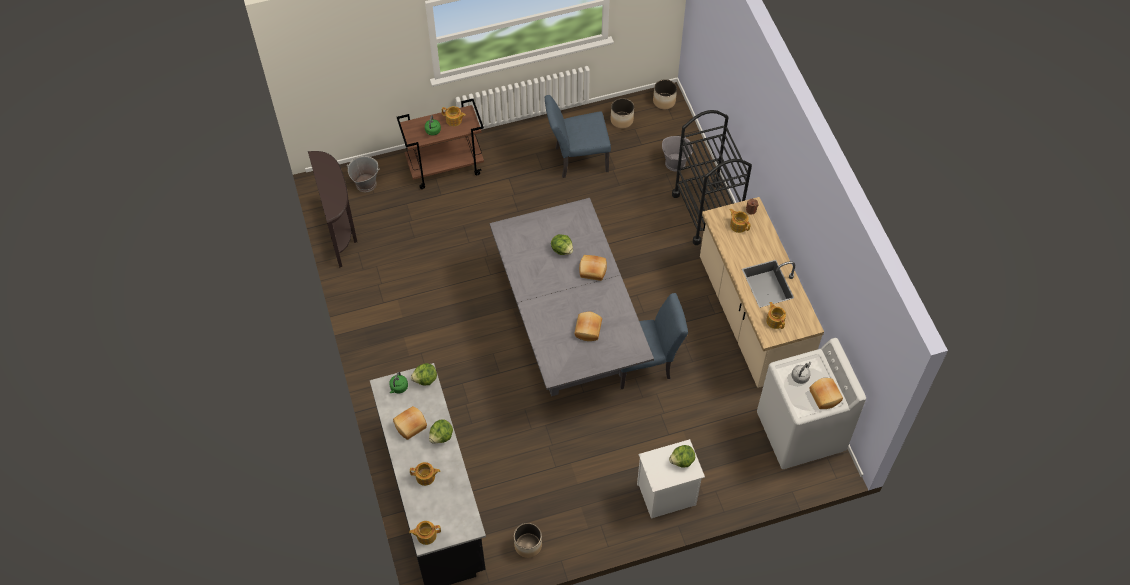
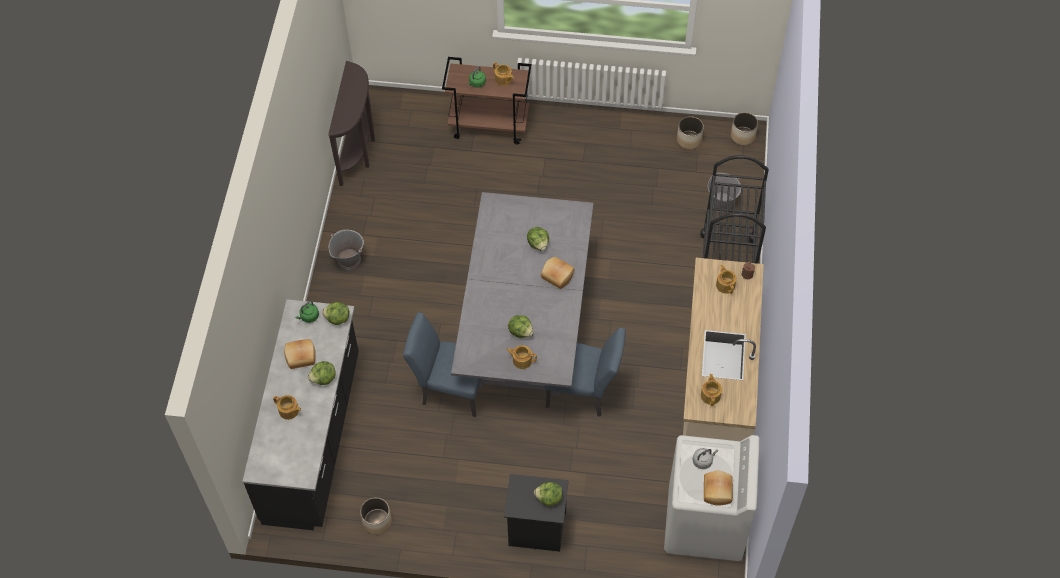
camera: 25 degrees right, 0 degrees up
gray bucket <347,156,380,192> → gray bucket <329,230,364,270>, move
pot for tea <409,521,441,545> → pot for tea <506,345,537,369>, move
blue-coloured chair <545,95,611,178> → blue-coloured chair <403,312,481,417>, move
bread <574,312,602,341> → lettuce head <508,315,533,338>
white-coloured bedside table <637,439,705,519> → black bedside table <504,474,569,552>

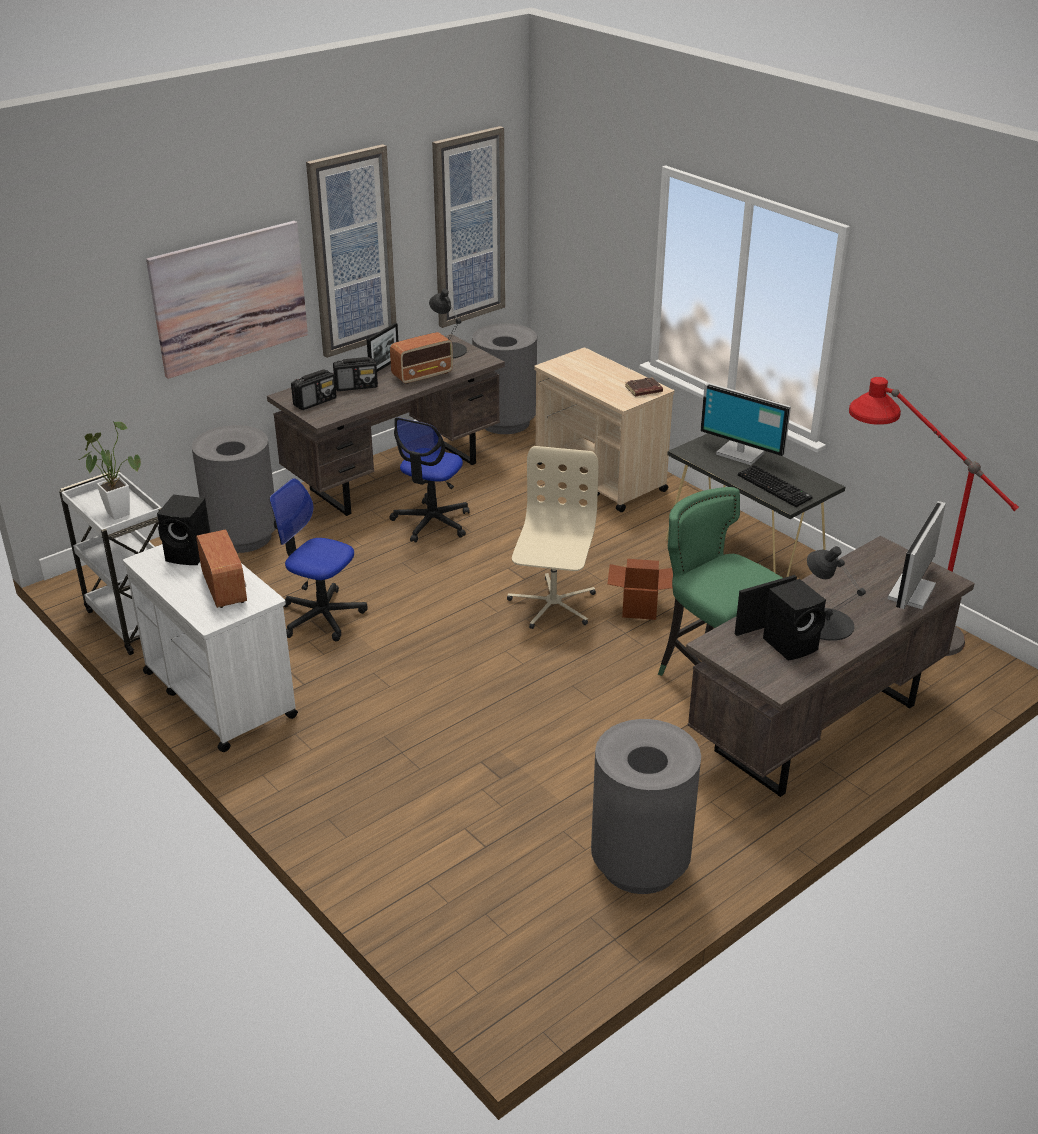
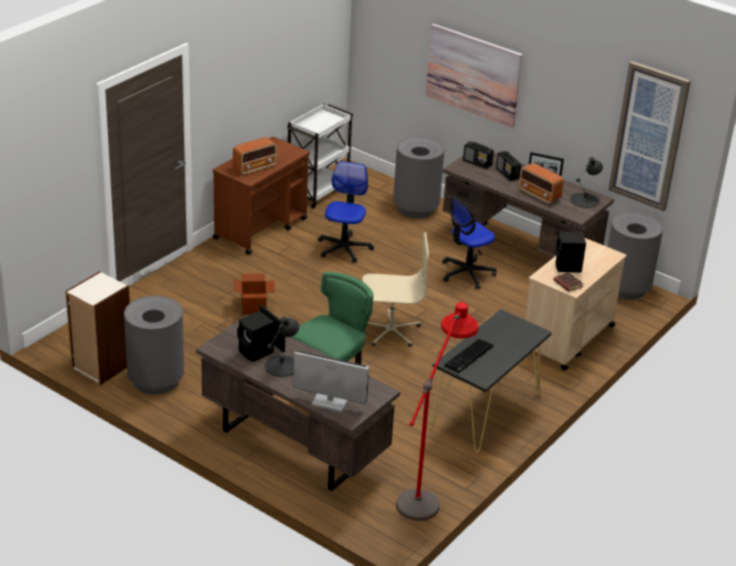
camera: 75 degrees right, 0 degrees up
houseplant <78,422,141,520> → -
white-coloured wheeled cart <123,544,298,752> → brownish wheeled cart <213,136,310,255>
black loudspeaker <157,495,210,565> → black loudspeaker <556,231,586,273>, move
picture <306,144,396,358> → -
office chair <389,417,470,543> → office chair <442,196,496,289>, 45 degrees counterclockwise
cardboard box <607,559,673,620> → cardboard box <234,274,275,314>, move
computer display <700,382,791,465> → -
- → bookcase <65,271,130,385>

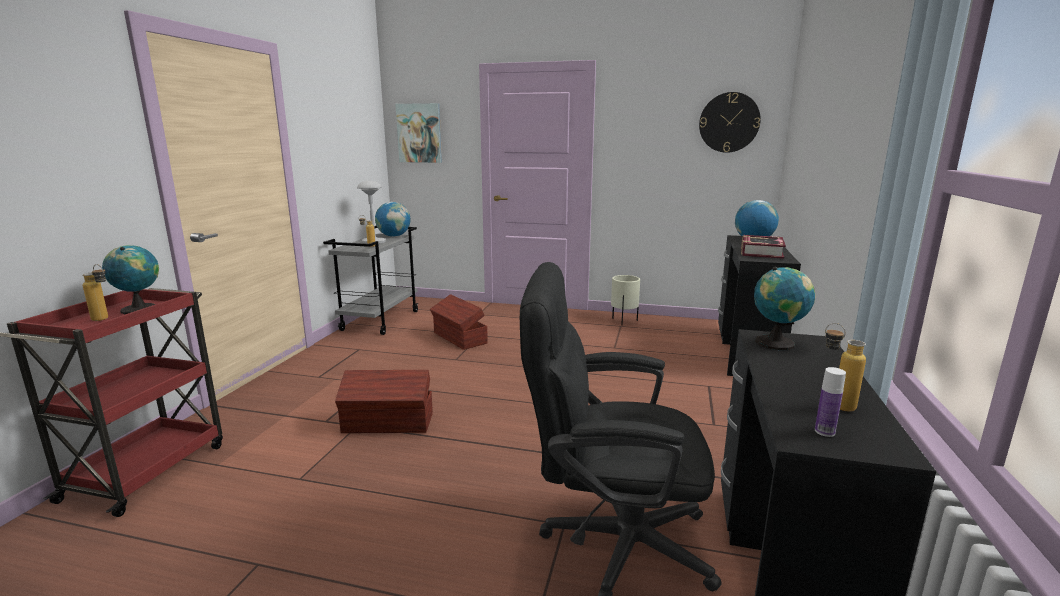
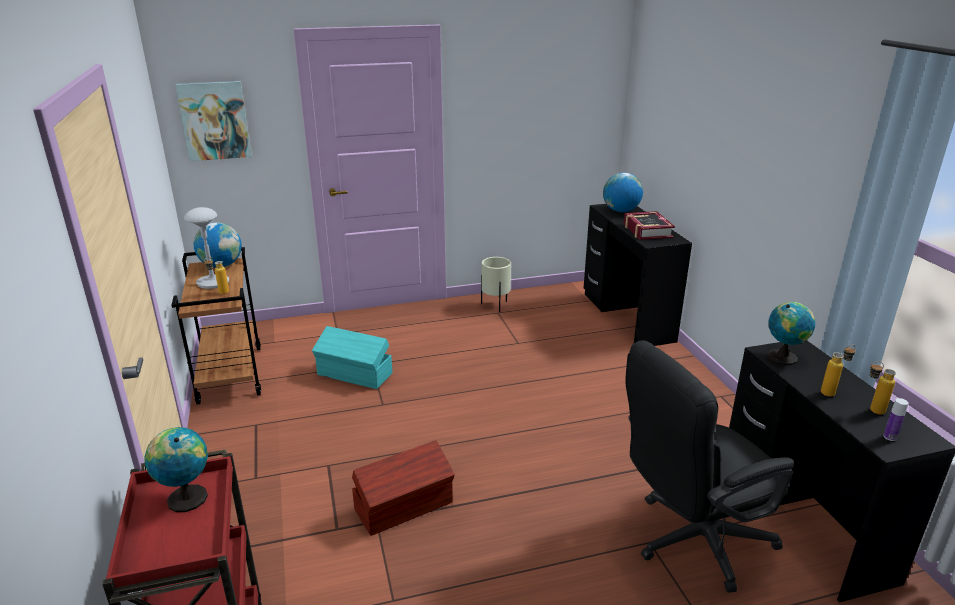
camera: 30 degrees left, 10 degrees up
bottle <82,264,108,321> → bottle <821,344,855,397>, move
gray wheeled cart <323,226,419,335> → brownish wheeled cart <171,247,261,405>
brownish storage box <430,294,488,350> → turquoise storage box <312,326,392,389>
wall clock <699,92,761,153> → -

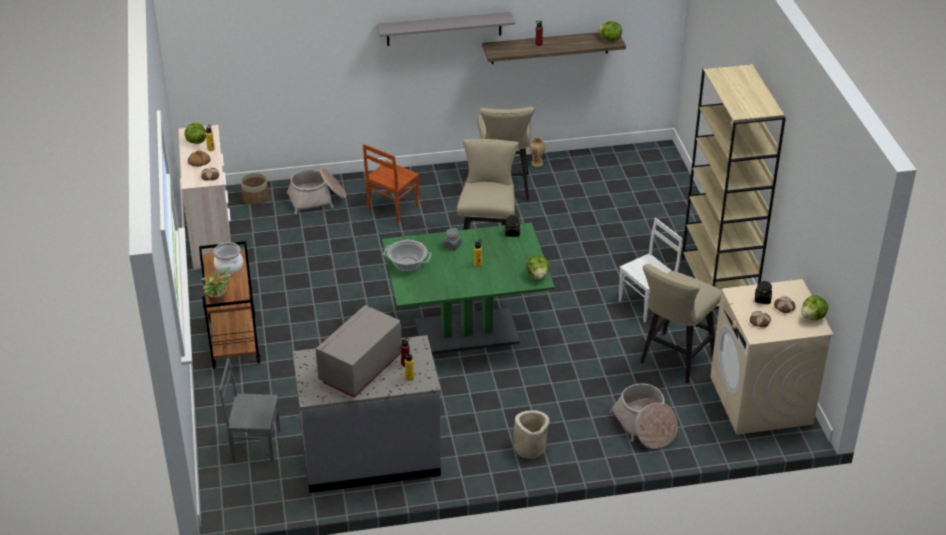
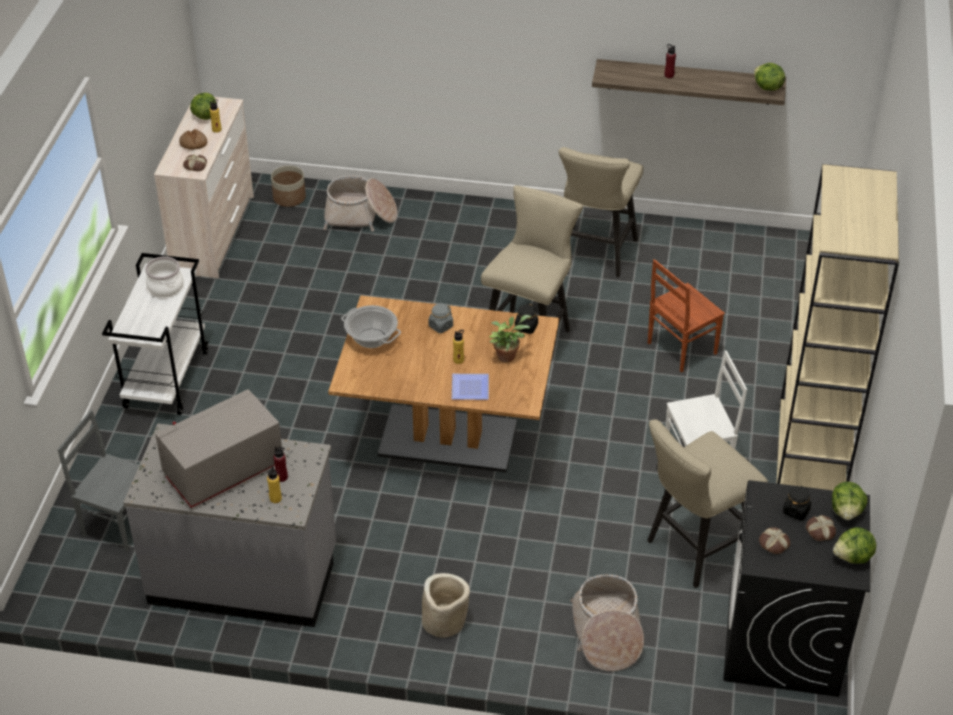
camera: 20 degrees right, 5 degrees up
brownish wheeled cart <199,241,260,369> → white-coloured wheeled cart <102,253,208,415>
houseplant <201,267,232,307> → houseplant <489,315,531,362>, move
brownish chair <363,144,419,223> → brownish chair <648,259,725,373>, move
gray wall shelf <377,12,515,46> → -
green dinner table <382,222,555,354> → brownish dinner table <328,295,559,472>
lettuce head <527,255,550,279> → lettuce head <832,482,868,520>, move
vase <529,136,545,167> → -
sand-coloured laundry machine <710,279,834,435> → black laundry machine <723,480,870,697>
- → plate <452,374,489,400>

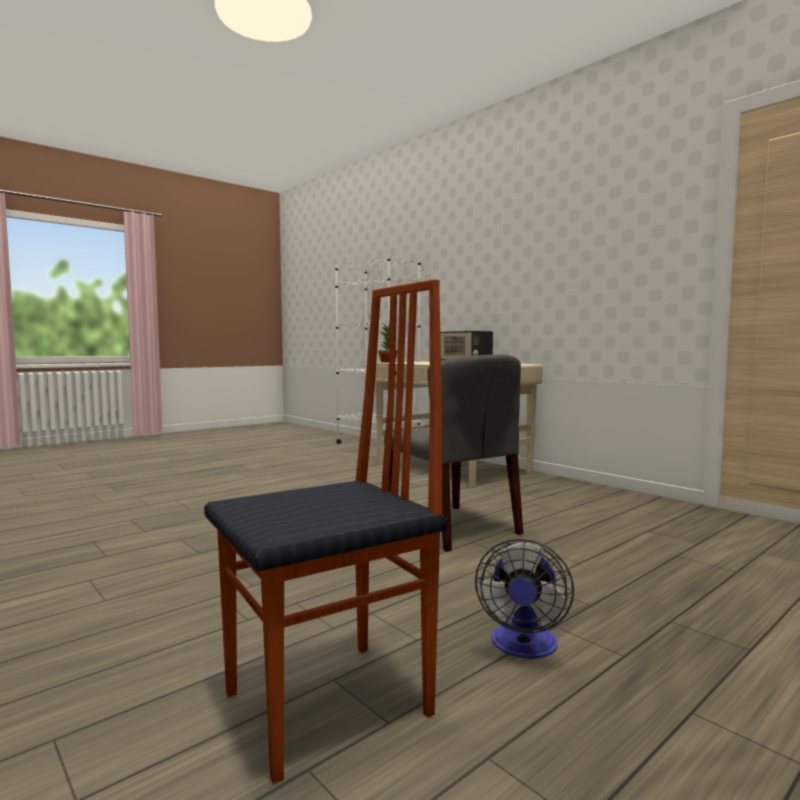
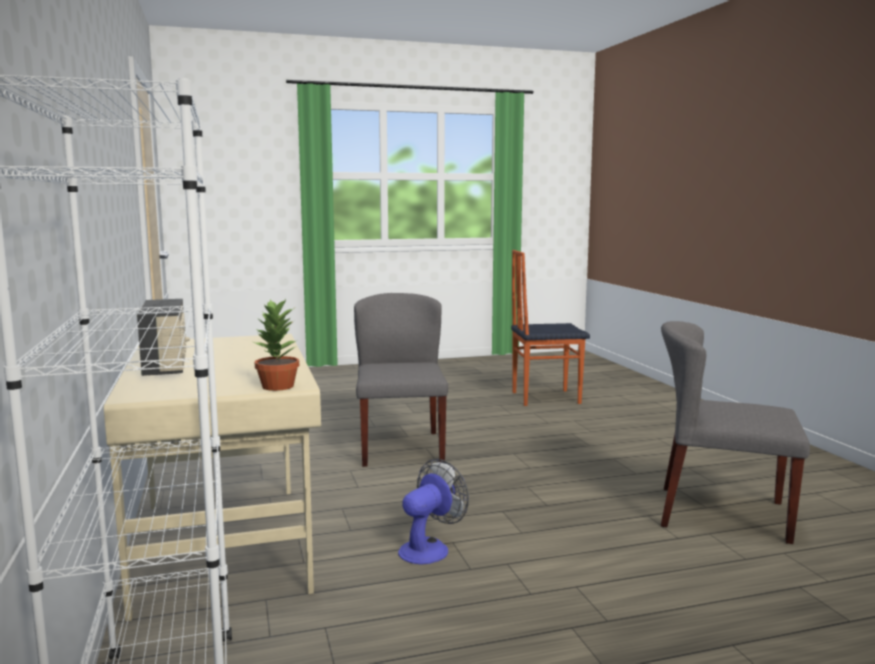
camera: 155 degrees left, 5 degrees up
cooling fan <475,539,574,659> → cooling fan <398,459,469,565>, move
- → gray chair <661,321,810,544>

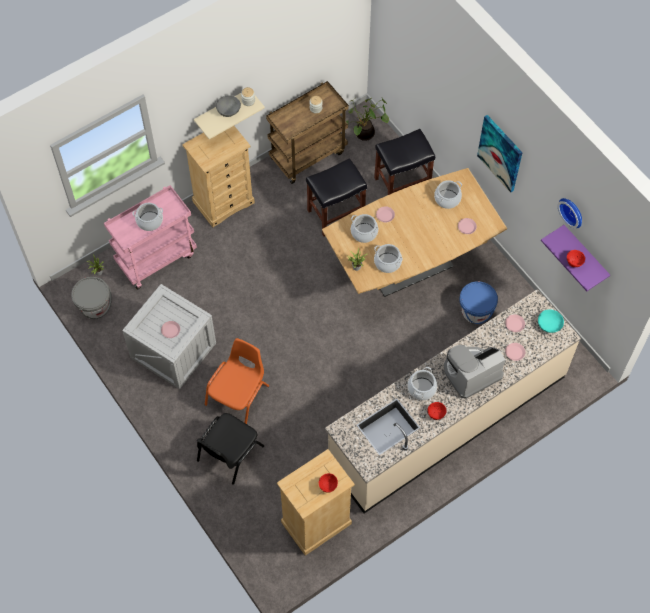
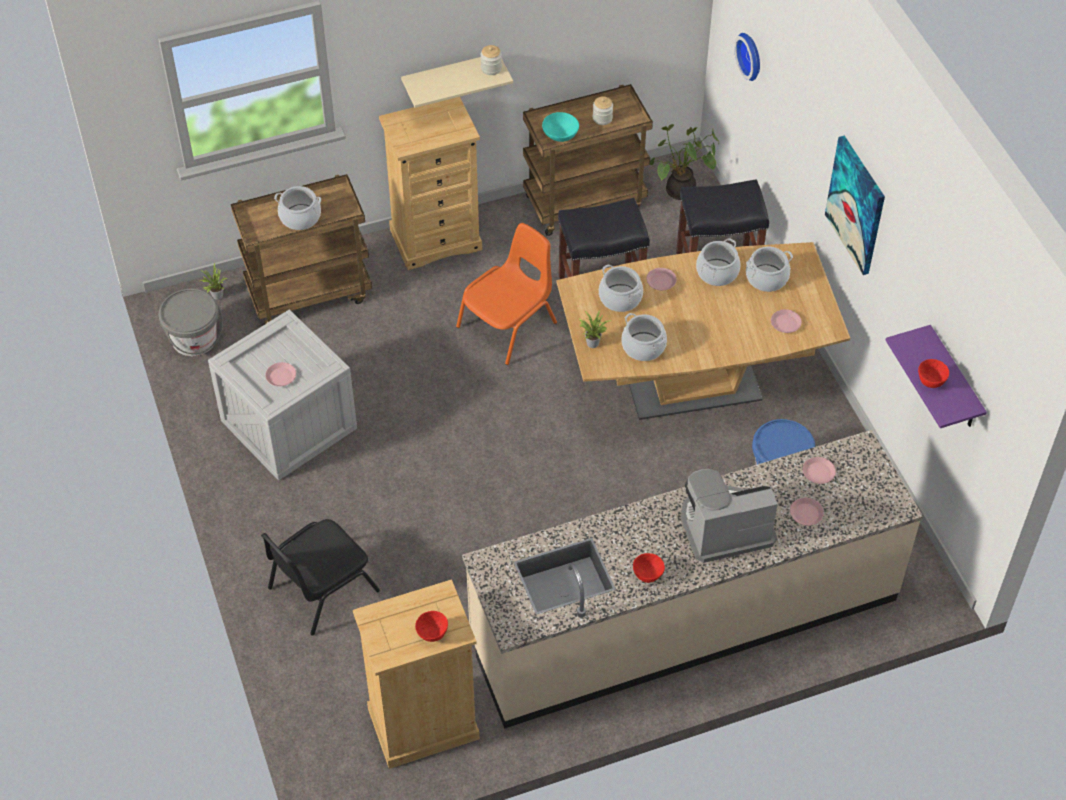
camera: 15 degrees right, 10 degrees down
pinkish wheeled cart <104,185,197,290> → brownish wheeled cart <231,174,372,325>
orangey chair <205,338,269,424> → orangey chair <456,223,557,365>, move
gray deep dish <216,96,241,117> → -
stockpot <407,367,437,400> → stockpot <696,238,741,286>, move
turquoise deep dish <538,309,564,333> → turquoise deep dish <542,112,579,142>, move
wall clock <558,198,582,228> → wall clock <734,33,760,81>, move

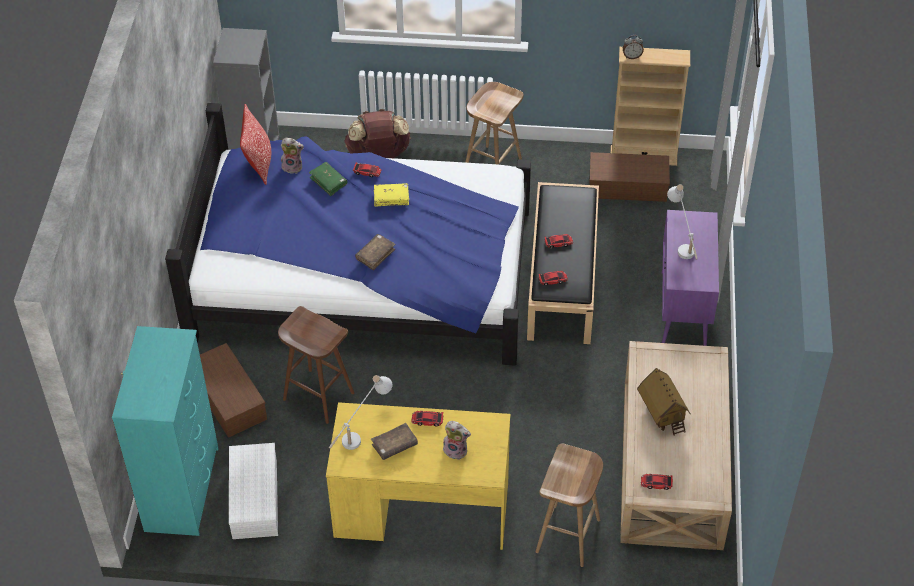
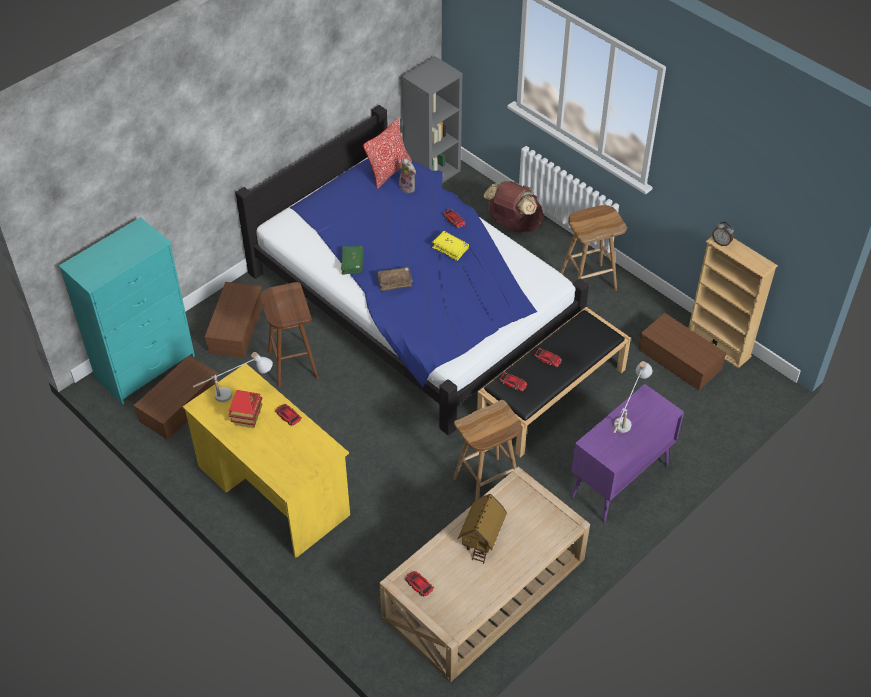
camera: 40 degrees right, 0 degrees up
white-coloured storage box <229,443,278,539> → brownish storage box <134,356,219,440>
green book <309,162,347,196> → green book <341,246,364,275>, move
brownish book <371,423,418,460> → toy house <228,390,262,428>
plush toy <443,421,471,460> → -
brownish stool <536,444,603,567> → brownish stool <453,400,522,500>, move

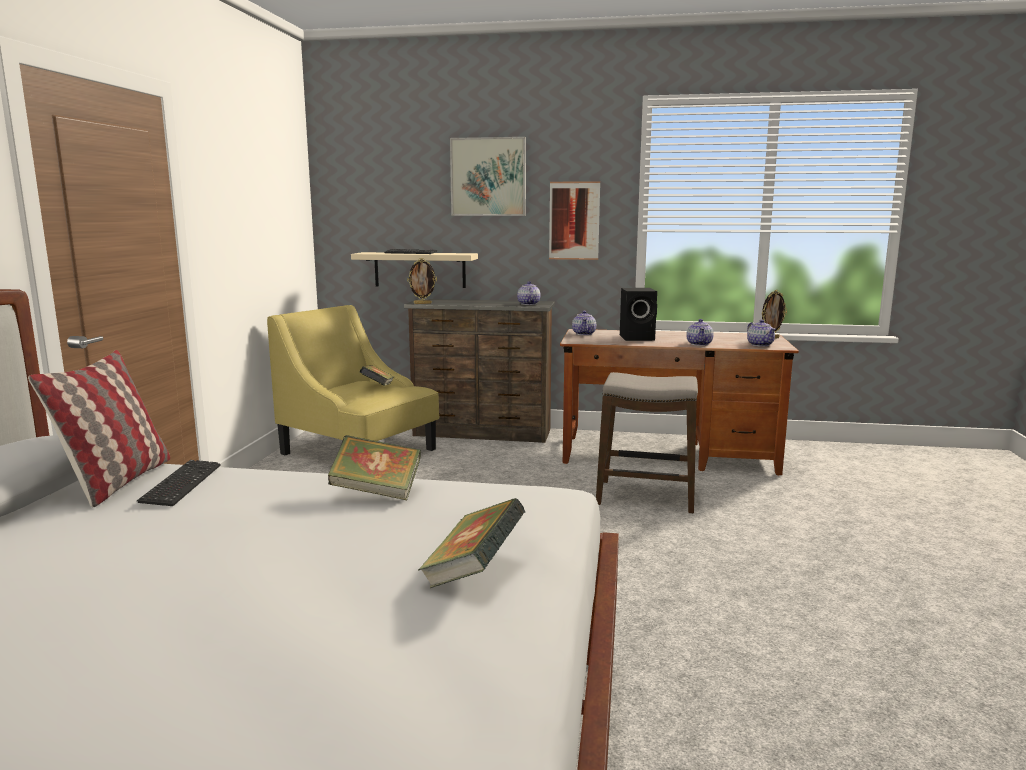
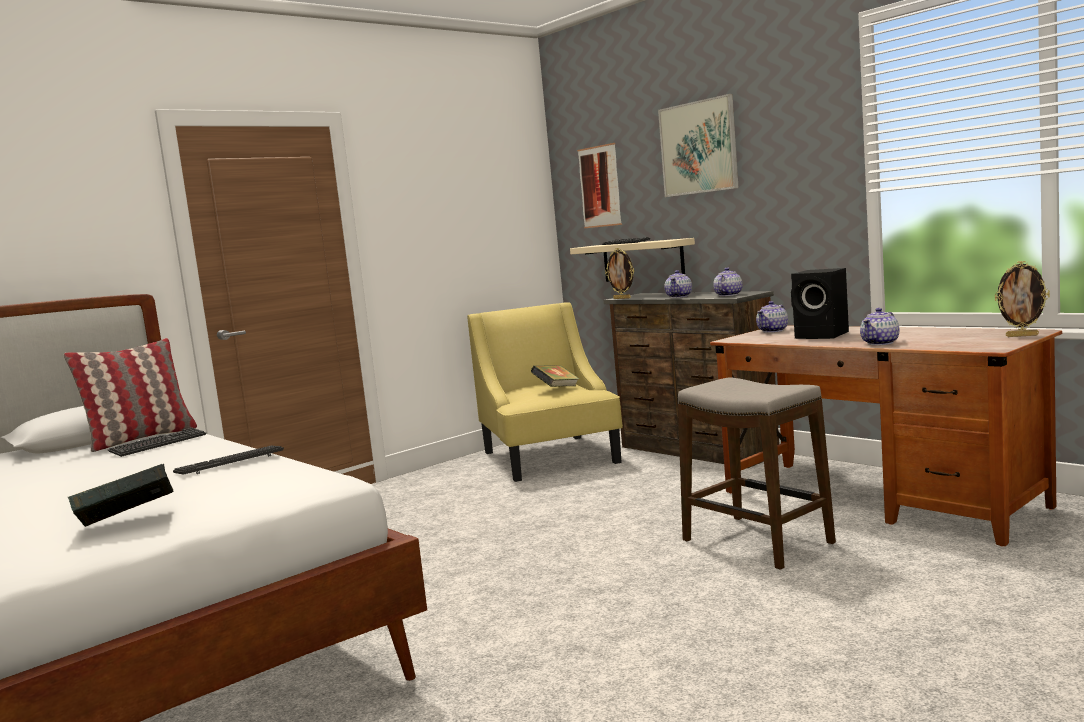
camera: 40 degrees right, 5 degrees down
book <328,435,421,500> → computer keyboard <173,446,284,475>
picture <549,181,600,260> → picture <577,143,622,228>, move
pot for tea <747,320,776,347> → pot for tea <664,270,692,298>, move

